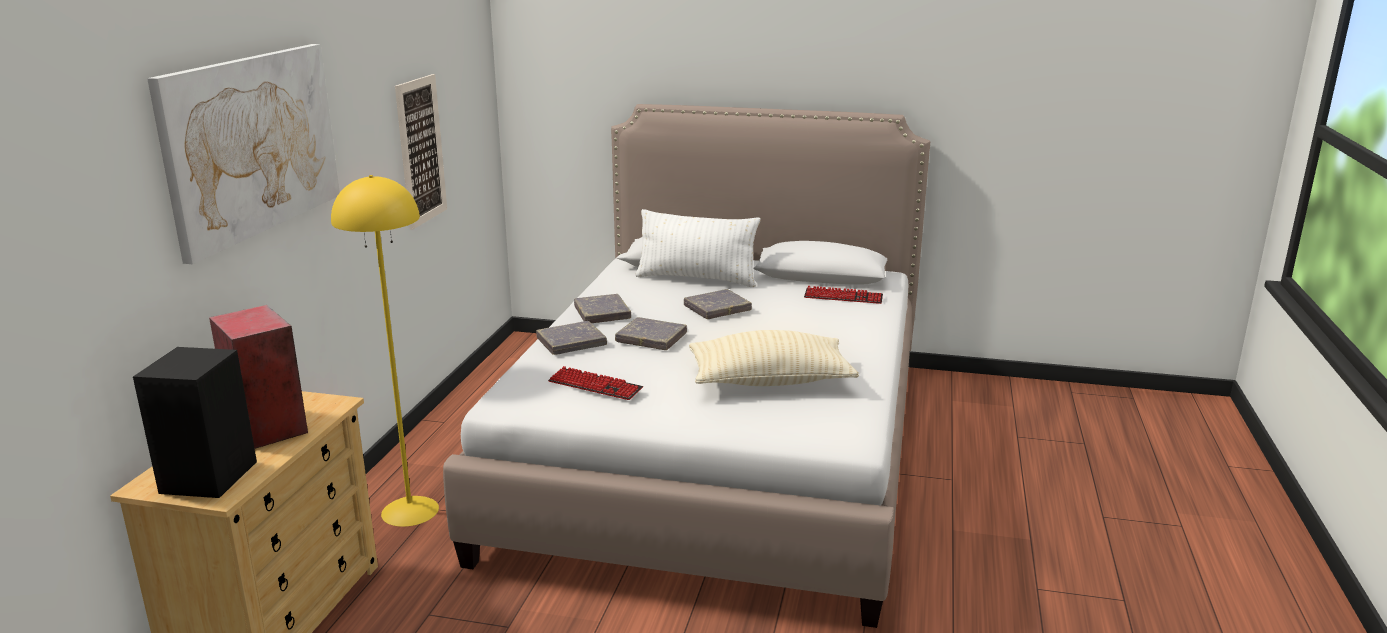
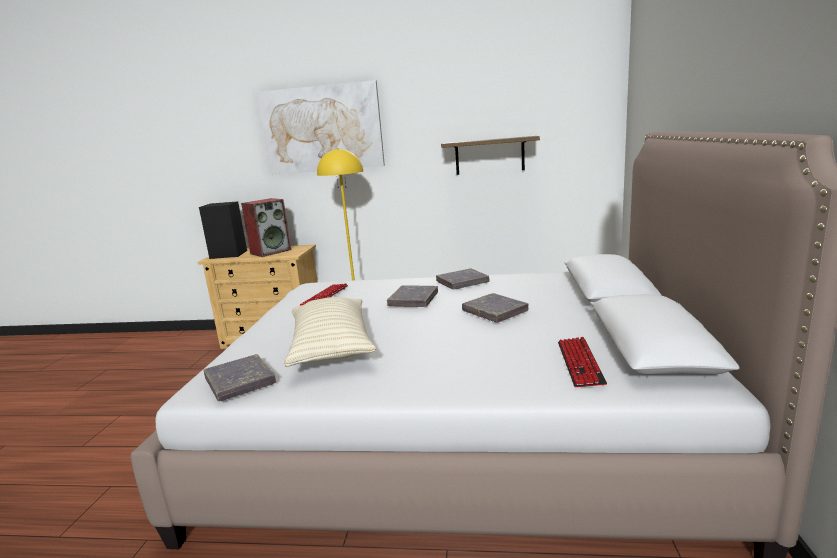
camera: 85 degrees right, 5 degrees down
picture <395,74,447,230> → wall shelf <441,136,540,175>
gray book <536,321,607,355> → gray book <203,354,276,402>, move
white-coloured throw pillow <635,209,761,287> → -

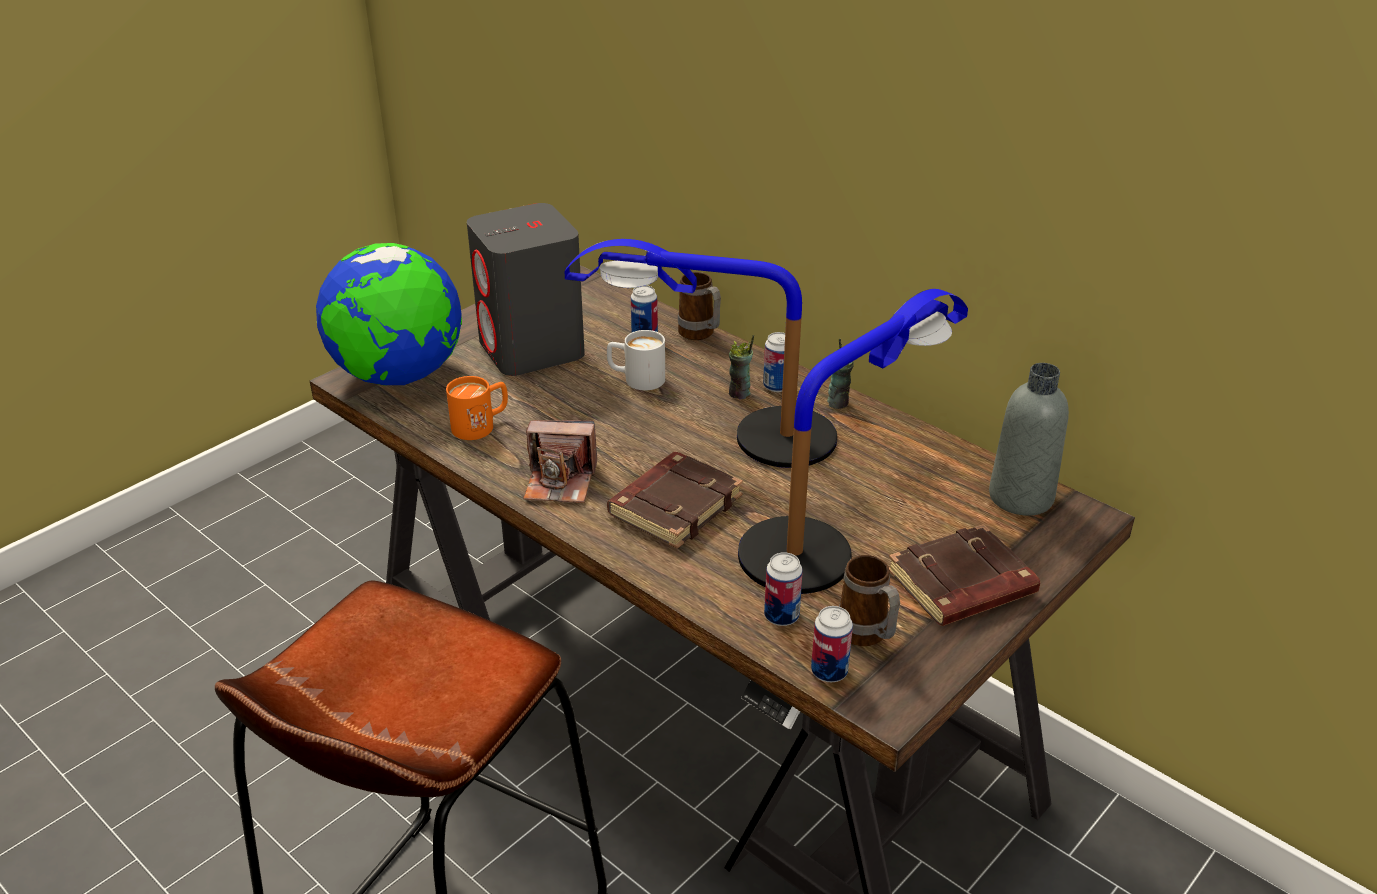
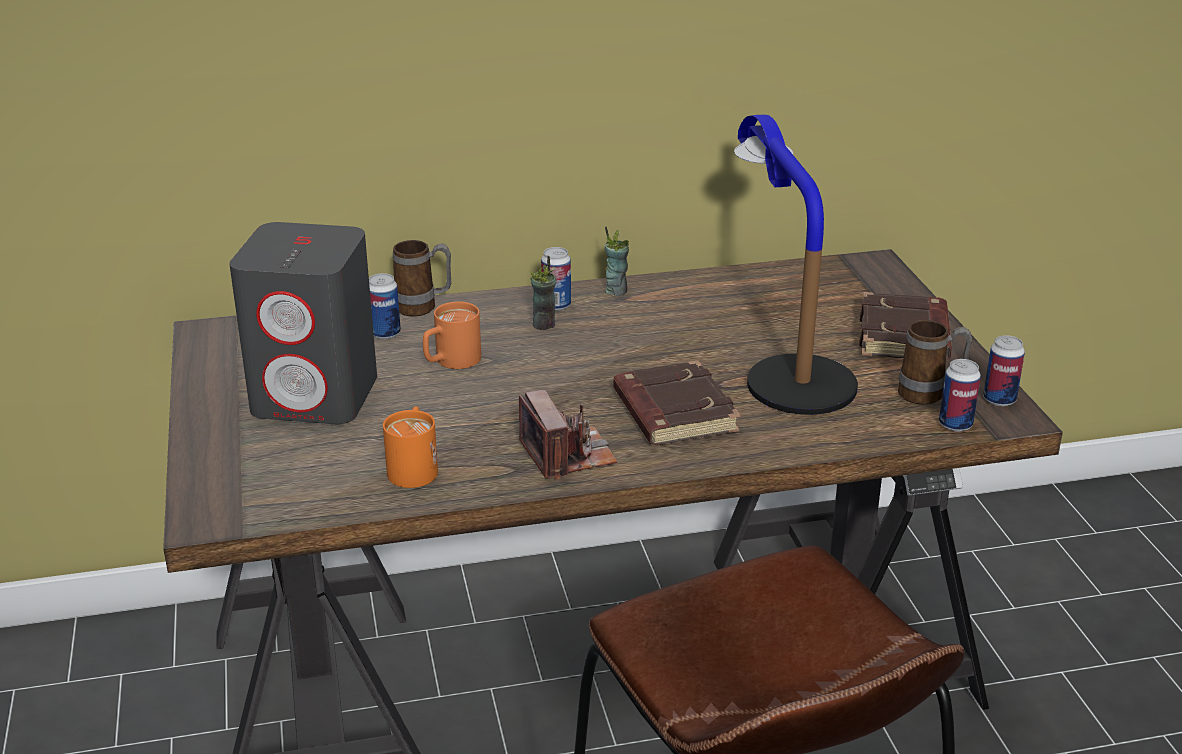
camera: 55 degrees left, 5 degrees down
globe <316,243,462,385> → -
photo camera <523,420,597,503> → photo camera <519,390,617,479>, 60 degrees counterclockwise
tabletop lamp <565,239,837,468> → -
white-coloured mug <607,330,665,391> → orangey mug <423,302,481,369>
can <764,552,803,626> → can <983,335,1025,406>, move
gray bottle <989,363,1069,516> → -

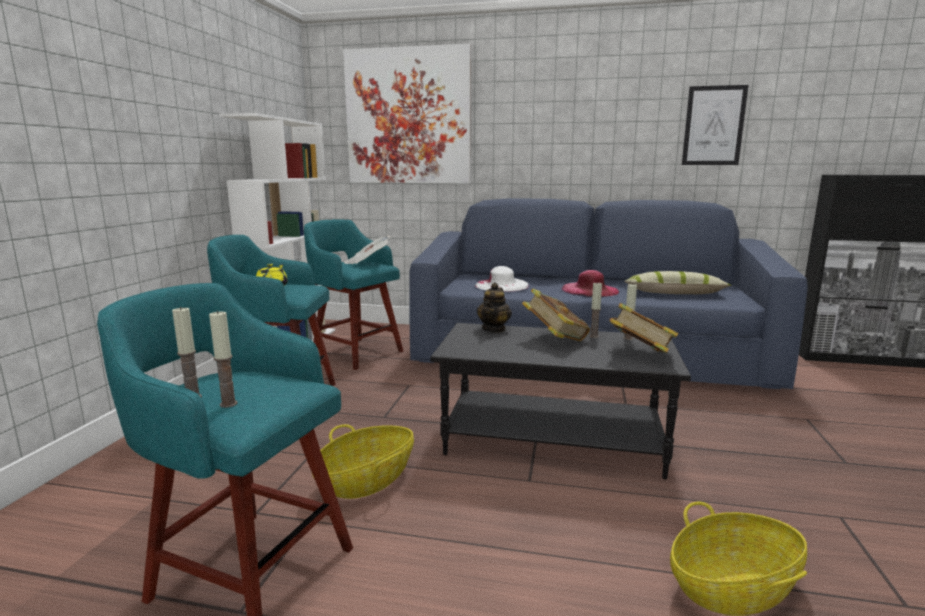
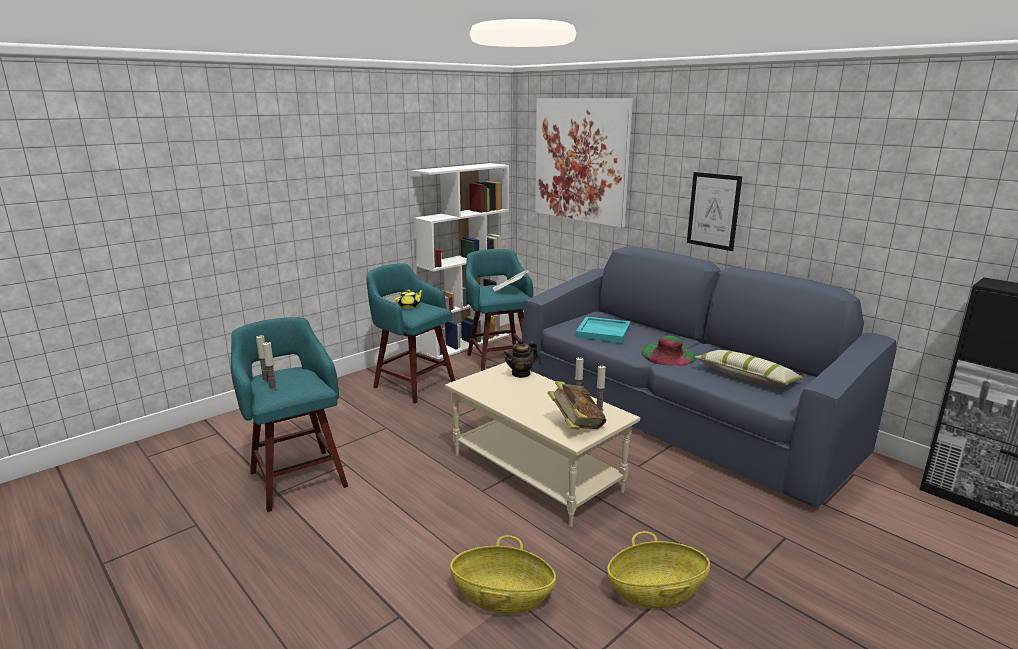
camera: 35 degrees right, 5 degrees up
basket <312,424,414,499> → basket <607,531,710,609>, move
black lounge table <430,323,691,480> → sand-coloured lounge table <445,362,640,527>
white-coloured hat <475,266,529,292> → turquoise serving tray <576,317,630,343>
book <522,289,590,341> → -
pinkish hat <561,270,619,297> → green hat <641,336,696,366>
picture <682,85,748,165> → picture <687,172,742,251>, move

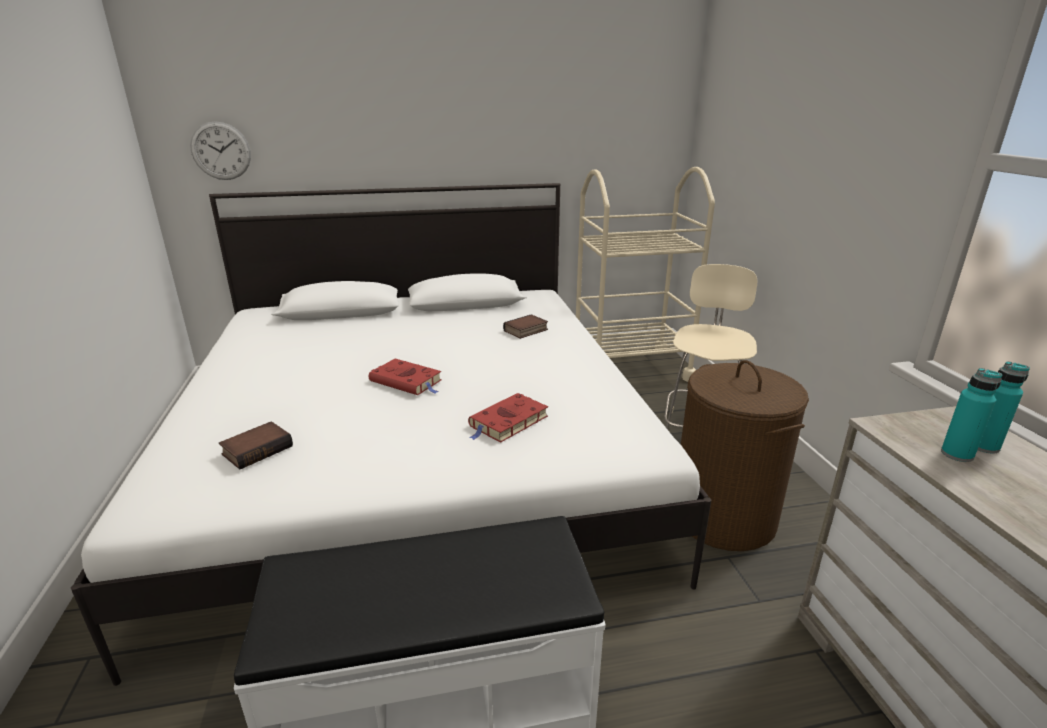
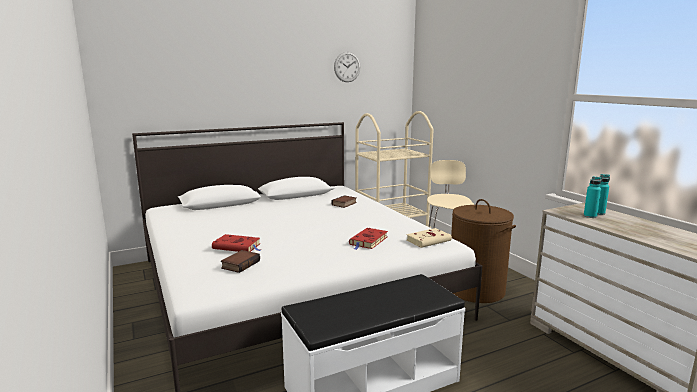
camera: 15 degrees left, 10 degrees down
wall clock <190,121,251,180> → wall clock <334,52,361,82>, move
red book <369,359,442,395> → red book <212,234,261,252>, move
- → sand-coloured book <406,228,452,248>

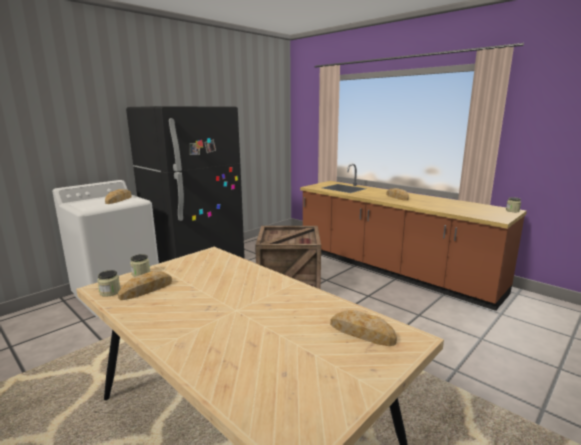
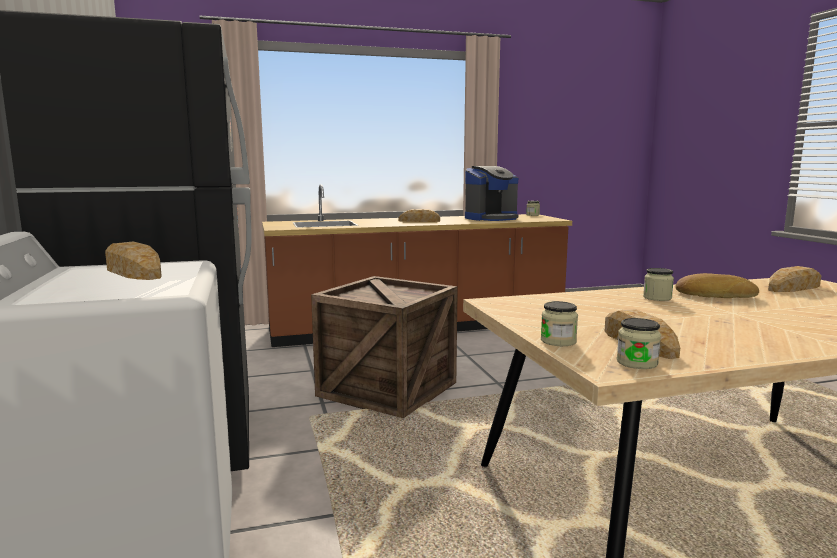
camera: 60 degrees left, 5 degrees down
- → coffee maker <465,166,518,221>
- → jar <643,268,674,301>
- → bread <676,273,759,298>

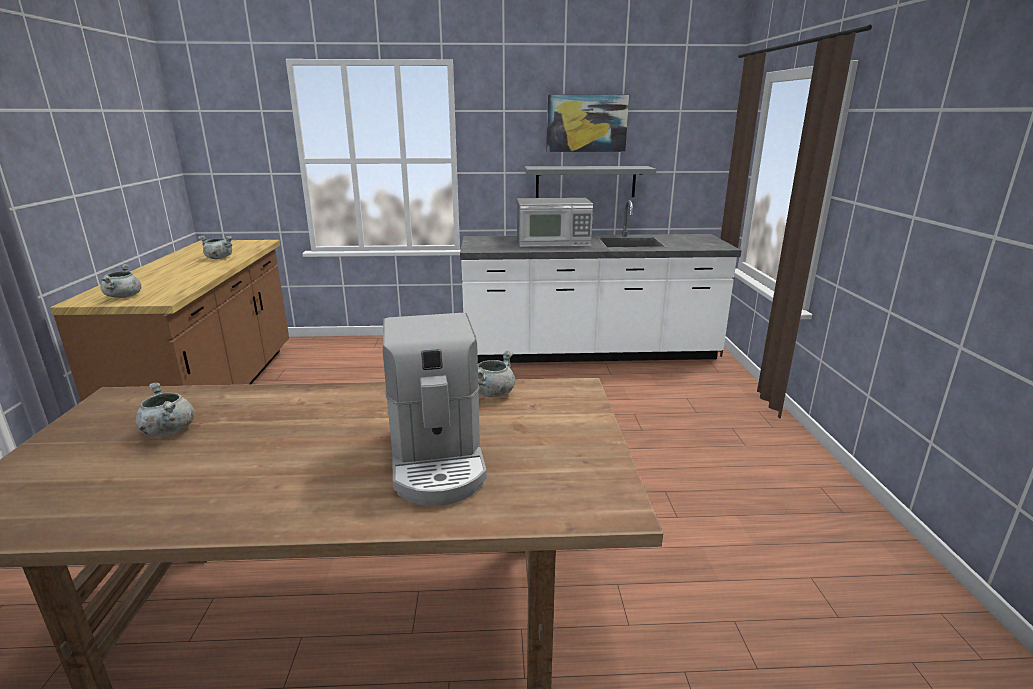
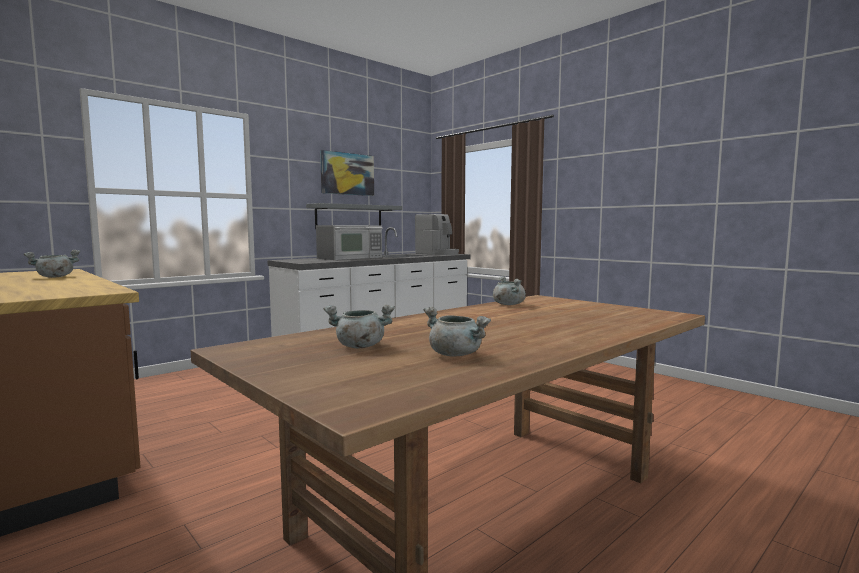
camera: 40 degrees left, 15 degrees down
gray stockpot <100,264,141,298> → gray stockpot <424,307,491,356>, move
coffee maker <383,313,487,506> → coffee maker <415,214,459,255>, move

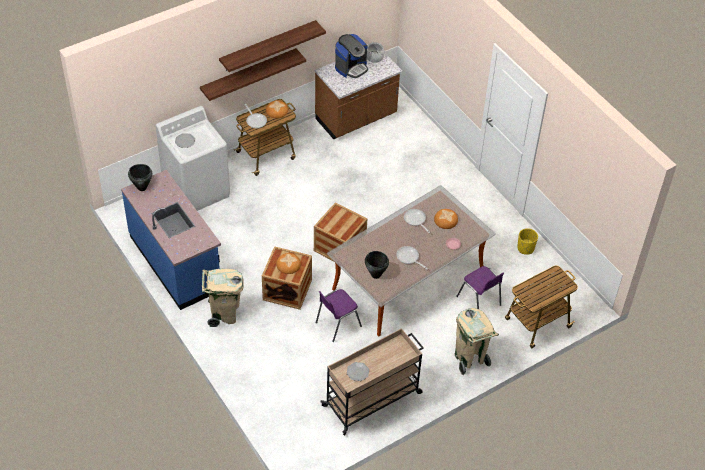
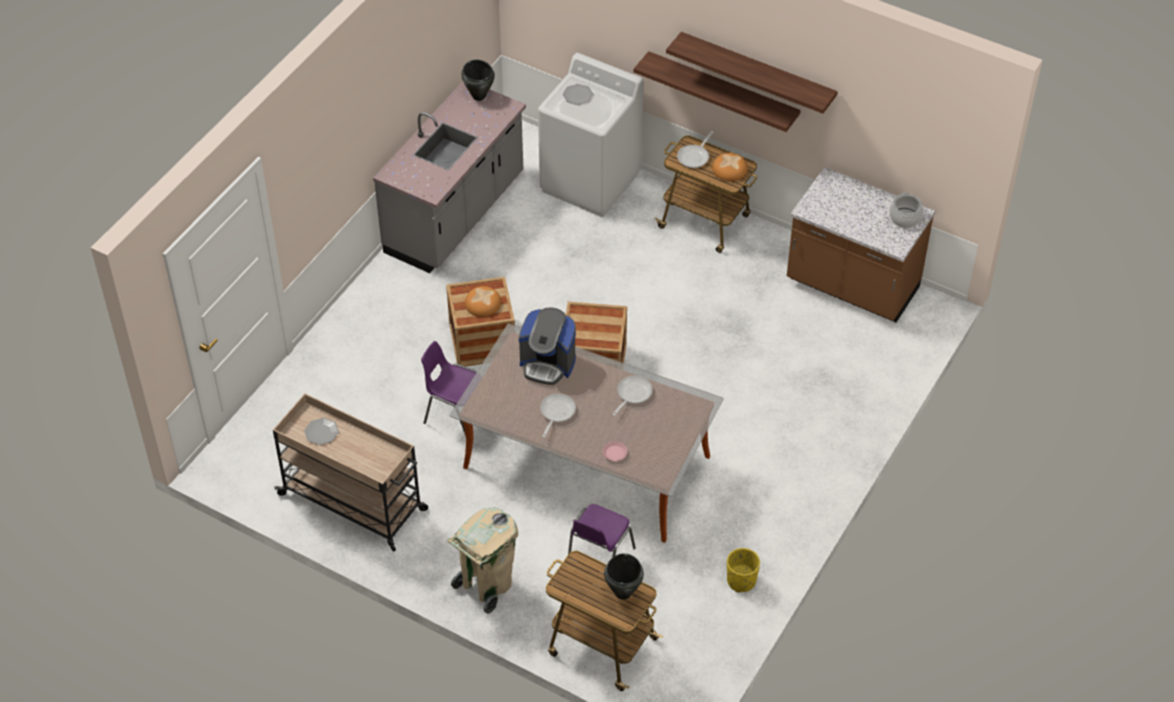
camera: 65 degrees right, 0 degrees up
blue-coloured counter <121,170,221,310> → gray counter <373,82,526,273>
sand-coloured trash can <202,269,244,327> → -
coffee maker <335,34,368,78> → coffee maker <519,307,576,385>, move
black stockpot <365,251,389,279> → black stockpot <604,553,644,600>, move
bread <434,209,458,229> → -

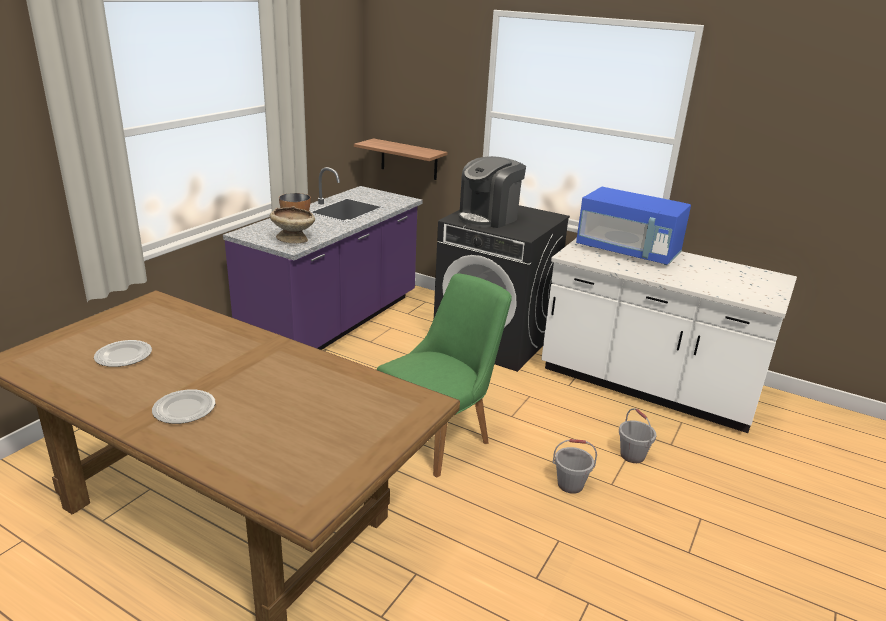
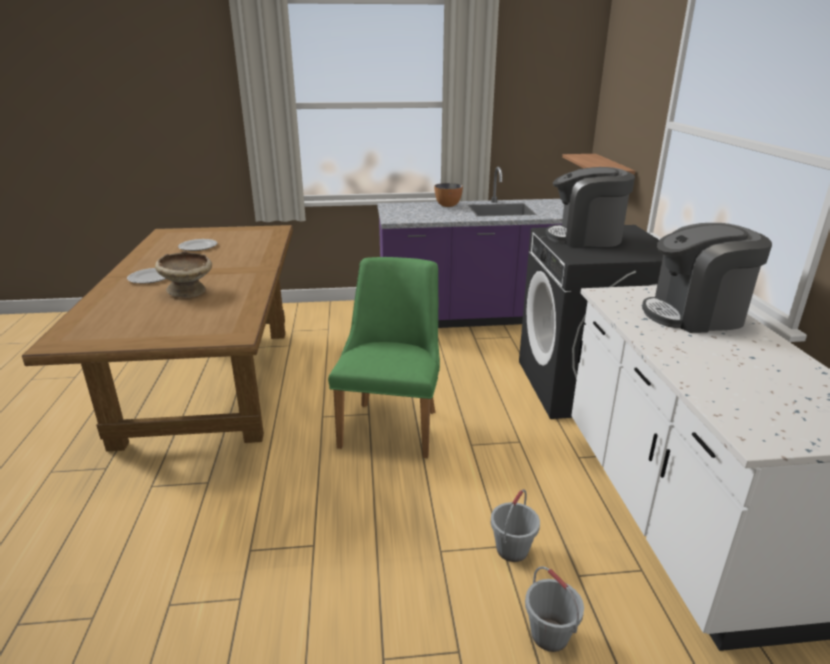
camera: 55 degrees right, 0 degrees up
sand-coloured deep dish <270,206,315,244> → sand-coloured deep dish <155,251,212,298>, move
green chair <377,273,512,478> → green chair <328,257,440,458>, 90 degrees counterclockwise
gray bucket <553,439,597,494> → gray bucket <525,566,584,652>, move
blue-coloured kitchen microwave <576,187,691,265> → coffee maker <642,223,772,333>

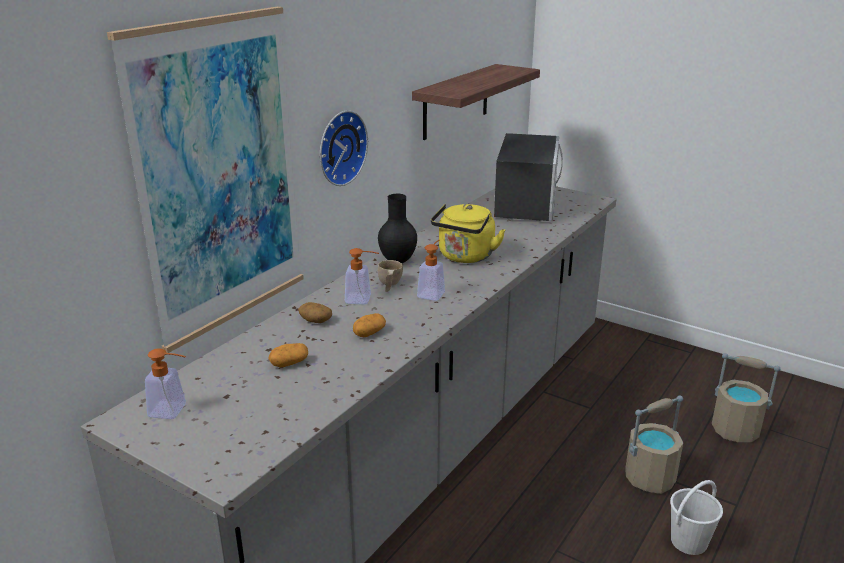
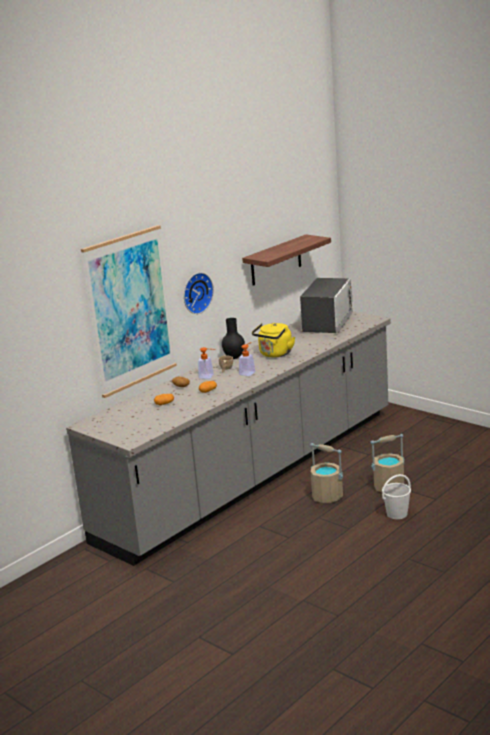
camera: 10 degrees right, 5 degrees down
liquid soap bottle <145,348,186,419> → -
sand-coloured bucket <712,353,780,442> → sand-coloured bucket <310,443,343,503>, move

